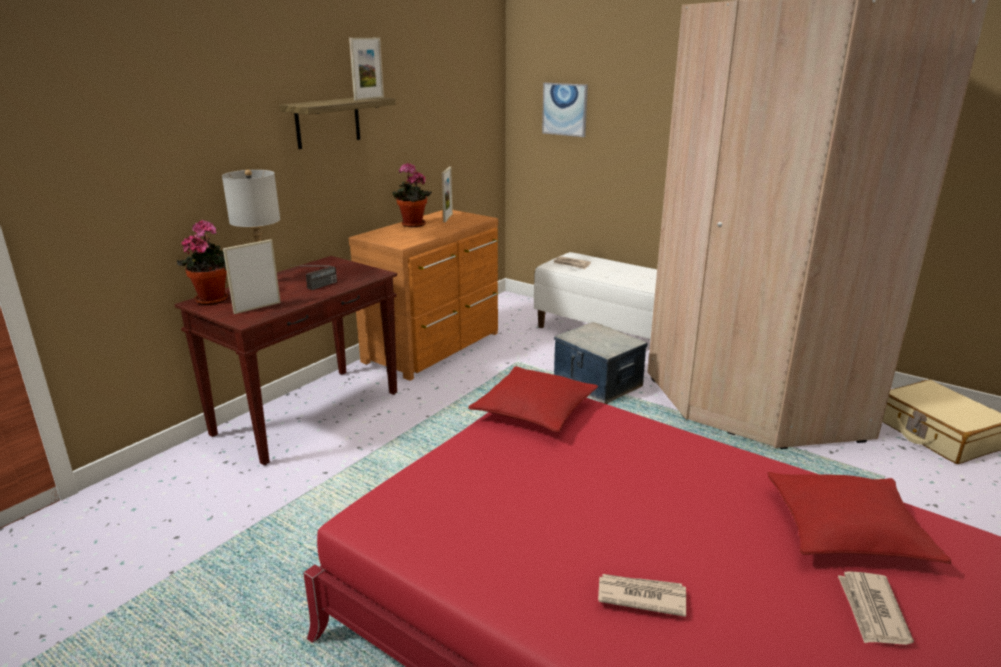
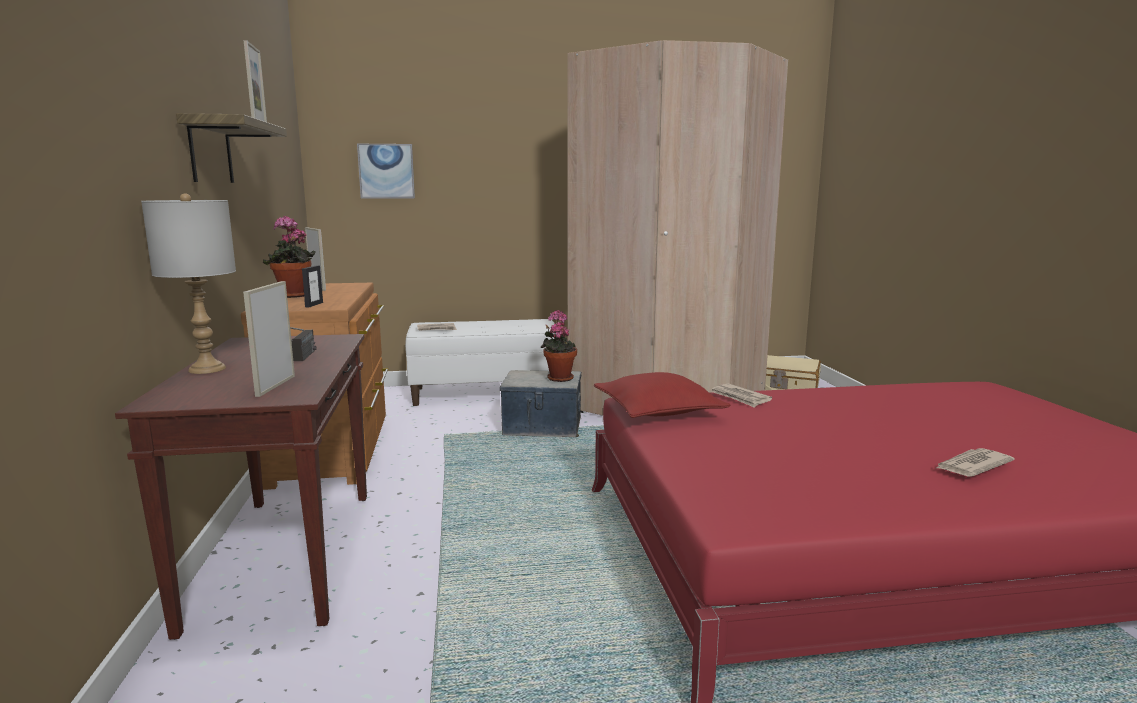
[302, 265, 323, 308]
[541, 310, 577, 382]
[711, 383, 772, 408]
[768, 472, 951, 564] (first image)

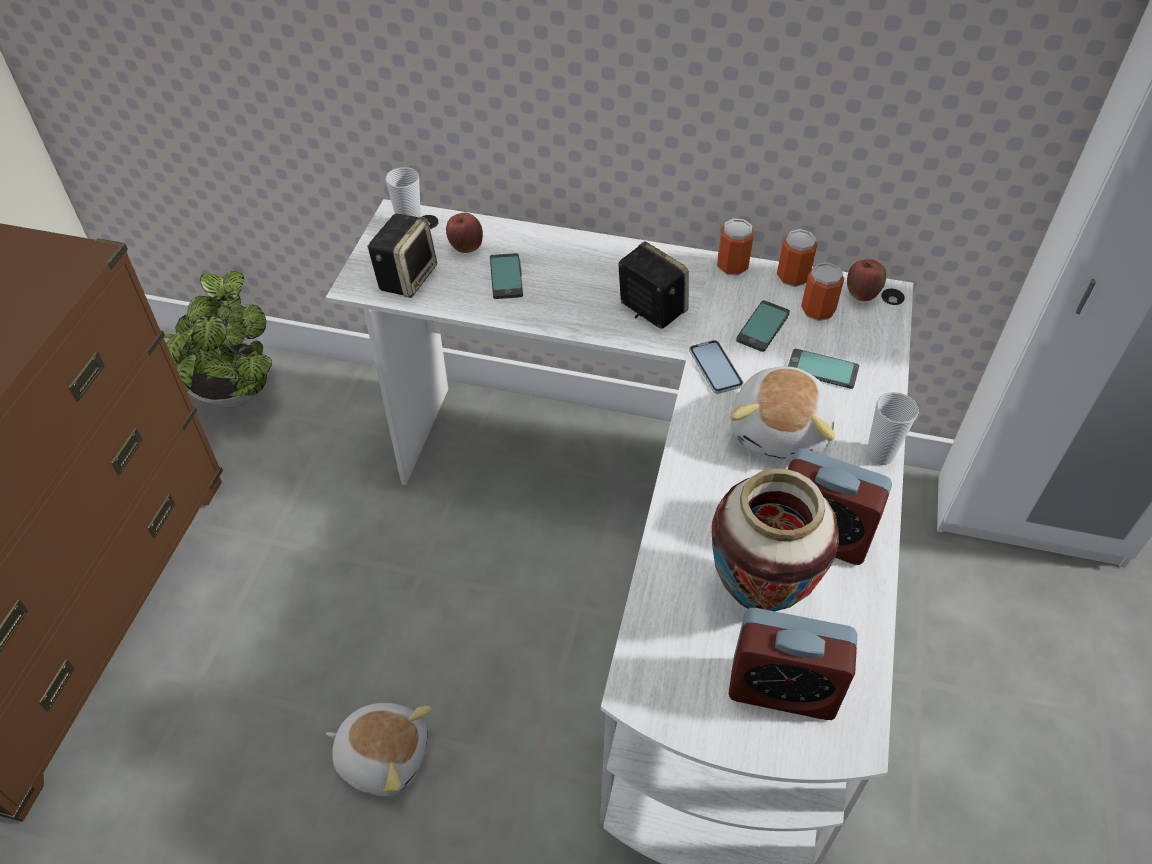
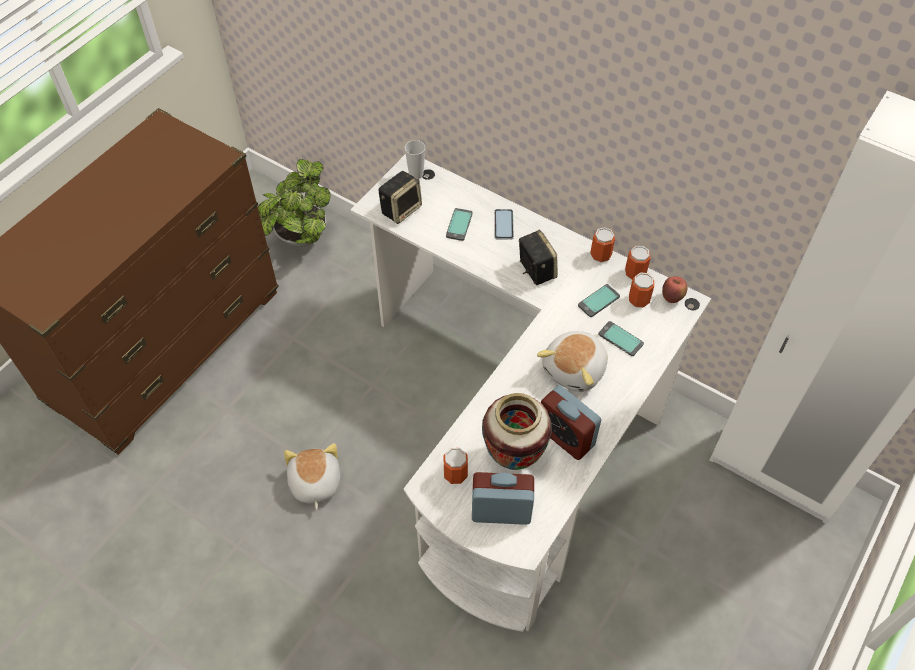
[284, 443, 340, 510]
[443, 448, 468, 484]
[472, 472, 534, 525]
[494, 209, 514, 240]
[446, 213, 483, 253] (first image)
[867, 392, 919, 465] (first image)

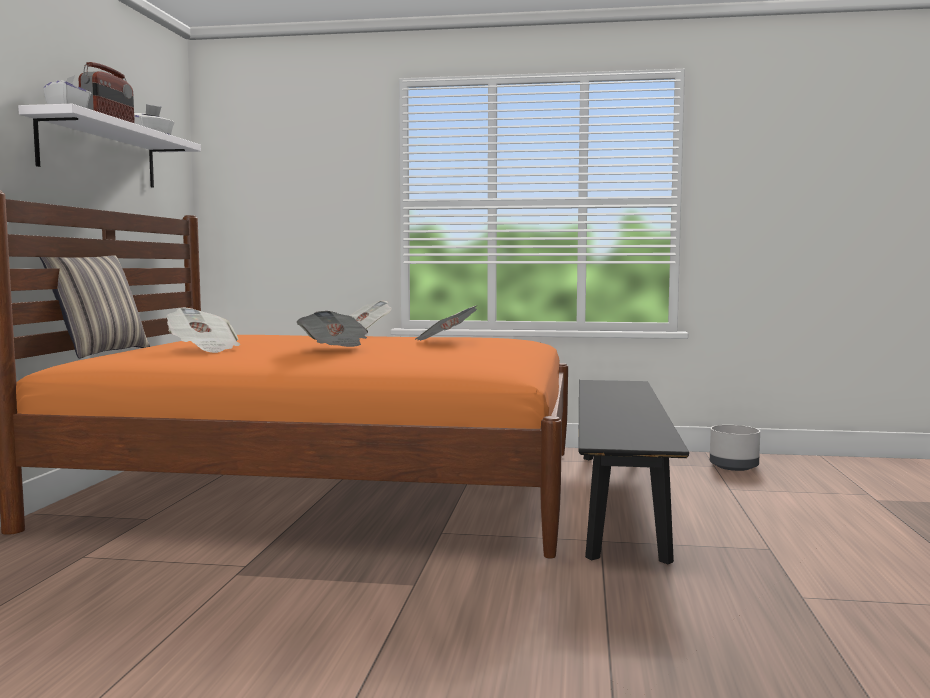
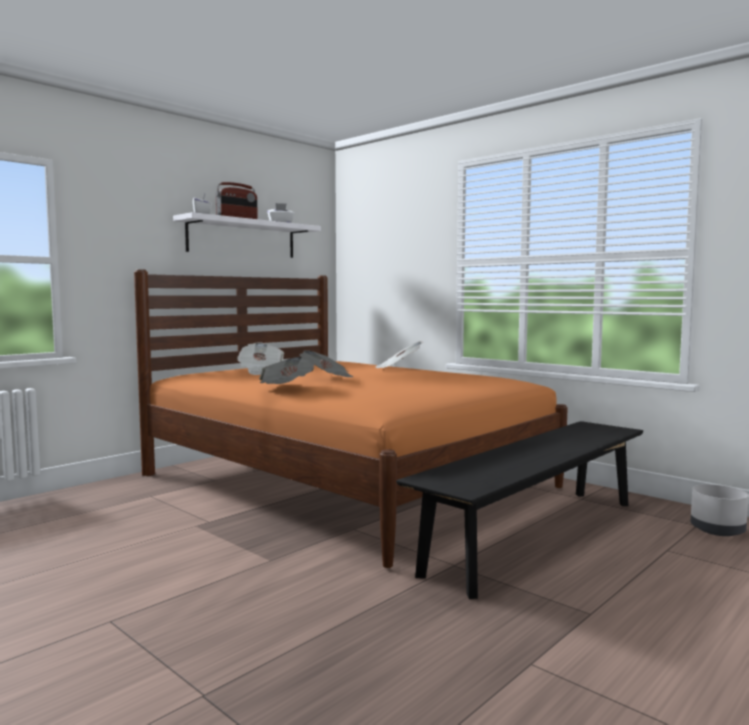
[259, 356, 314, 384]
[39, 255, 150, 359] (first image)

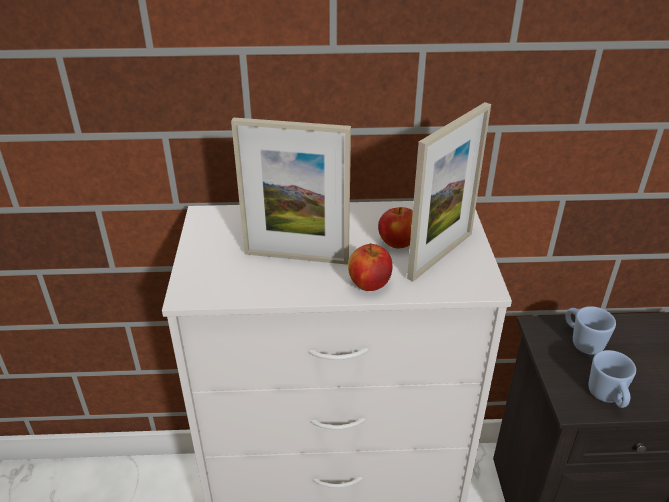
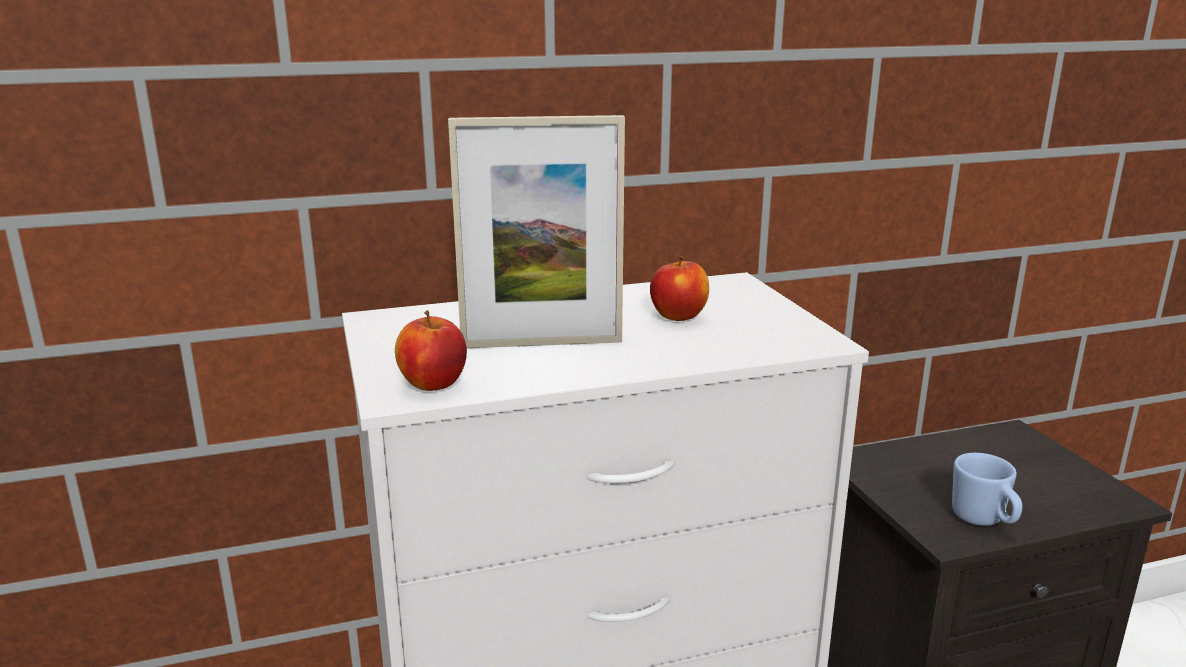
[395, 310, 467, 391]
[407, 102, 491, 282] (first image)
[565, 306, 616, 355] (first image)

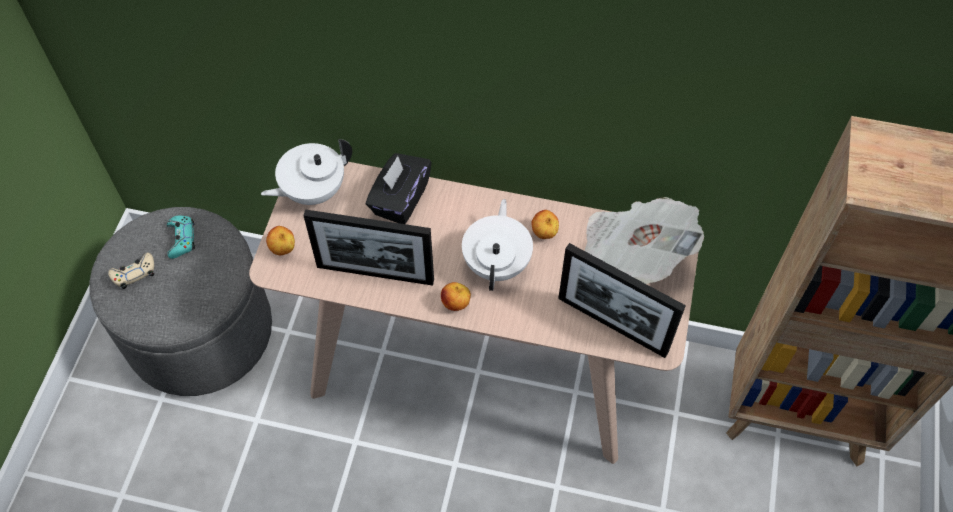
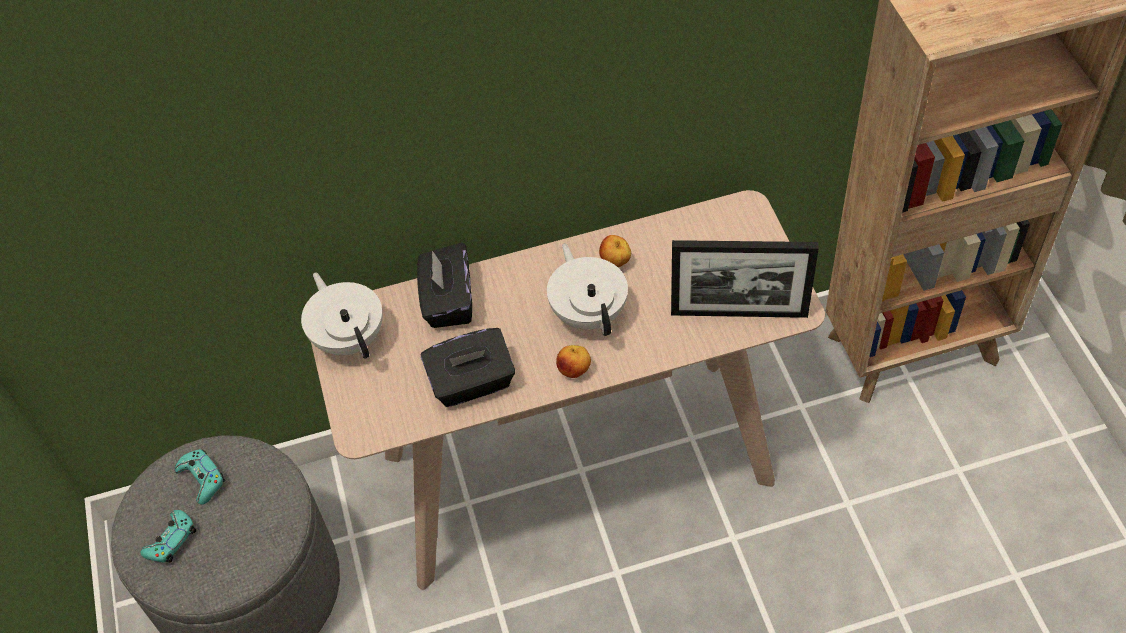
[141, 510, 196, 563]
[301, 272, 383, 359]
[421, 328, 515, 407]
[266, 226, 295, 255] (first image)
[584, 197, 704, 284] (first image)

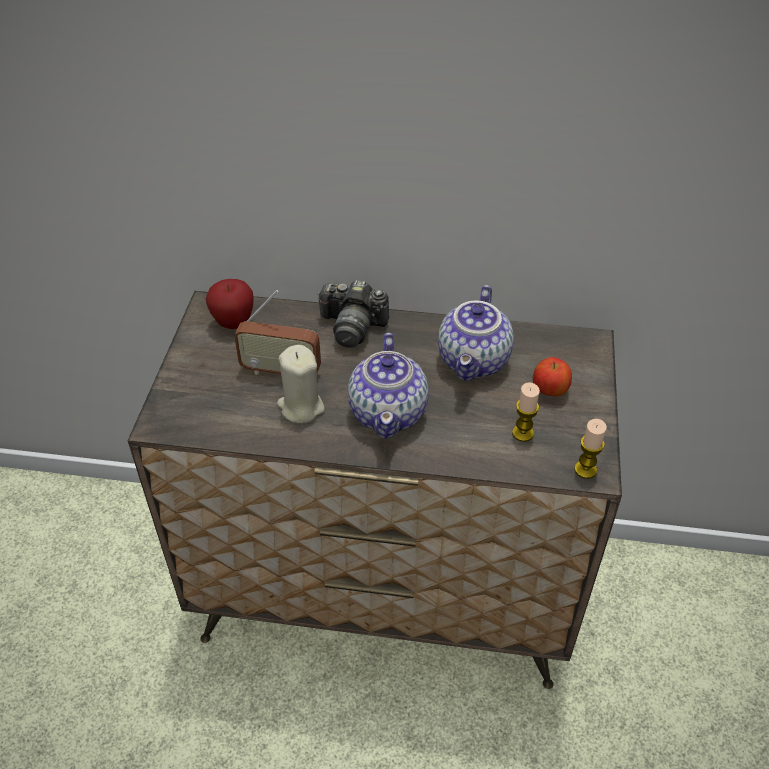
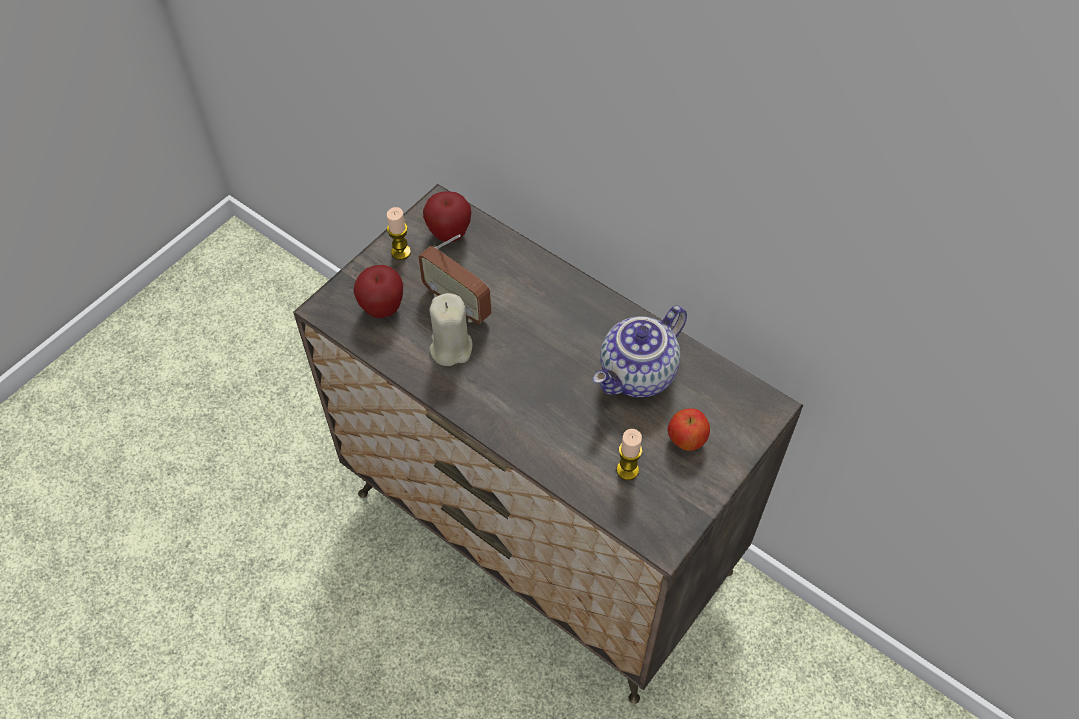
[353, 265, 403, 318]
[387, 207, 411, 260]
[317, 280, 389, 348] (first image)
[348, 332, 429, 439] (first image)

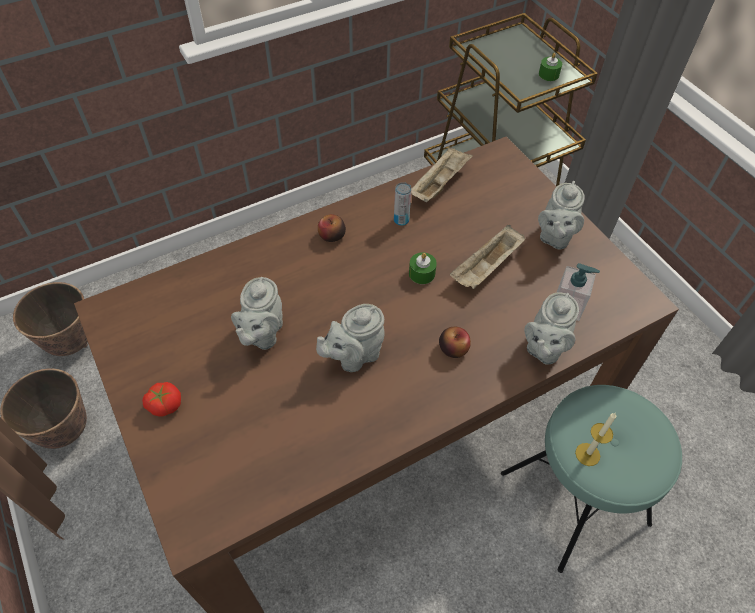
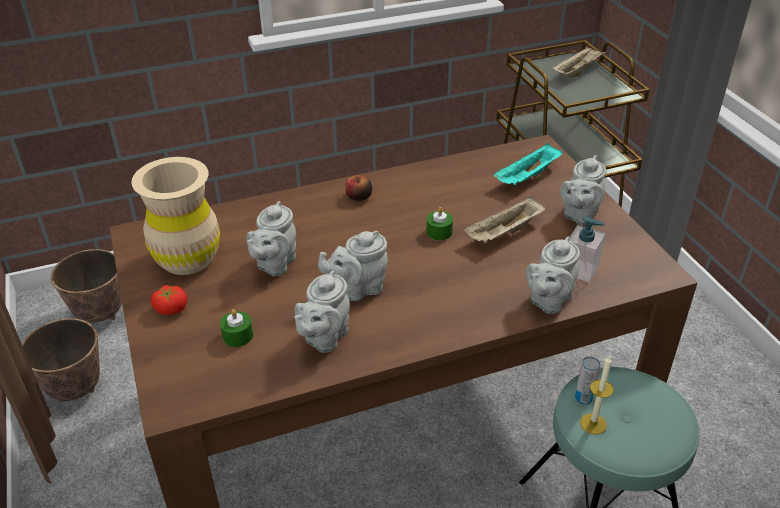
[131, 157, 220, 275]
[220, 309, 253, 347]
[294, 271, 350, 353]
[494, 143, 563, 185]
[552, 46, 607, 78]
[575, 356, 600, 404]
[439, 327, 471, 358] (first image)

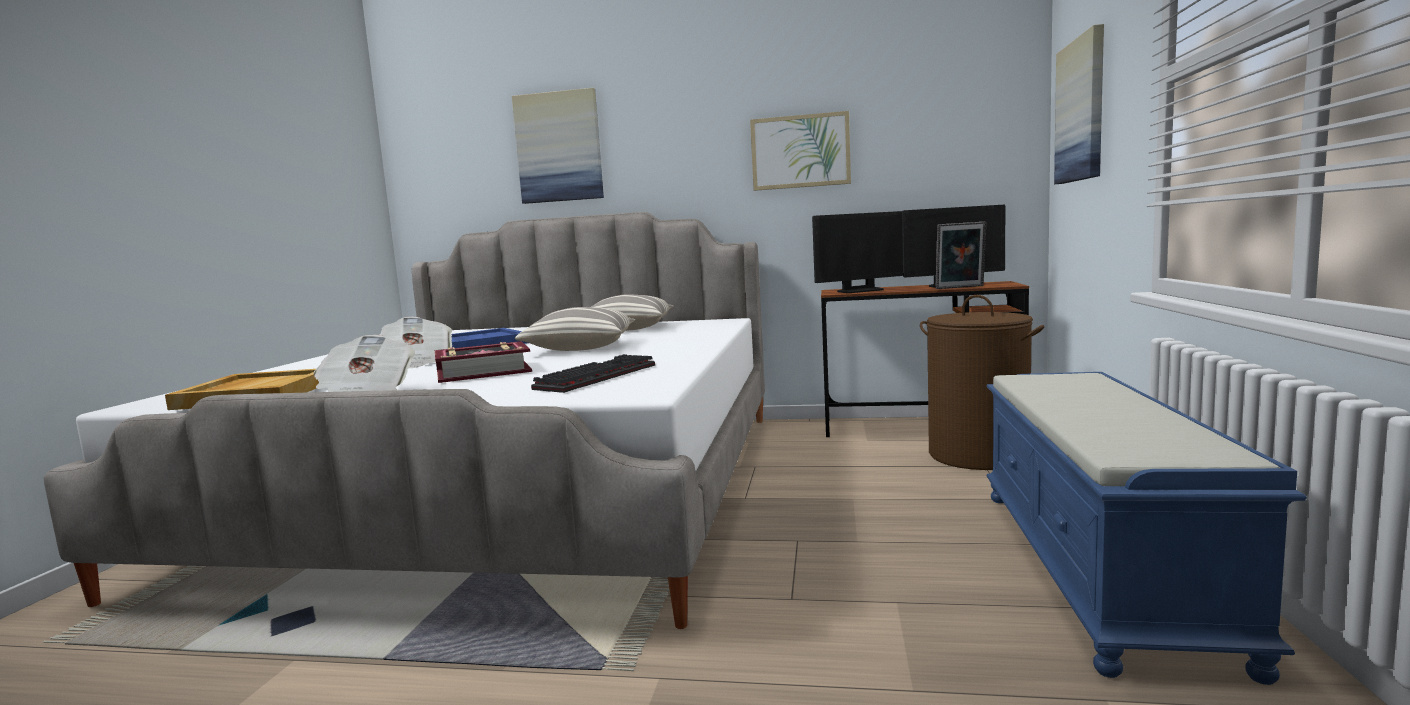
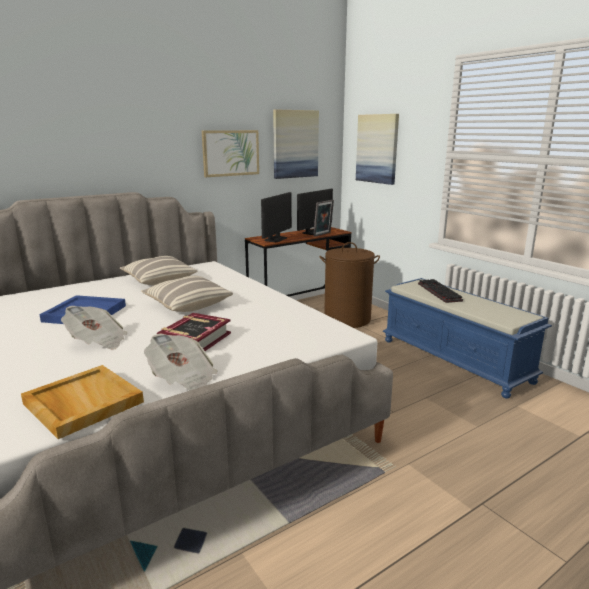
[273, 109, 319, 179]
[418, 279, 463, 303]

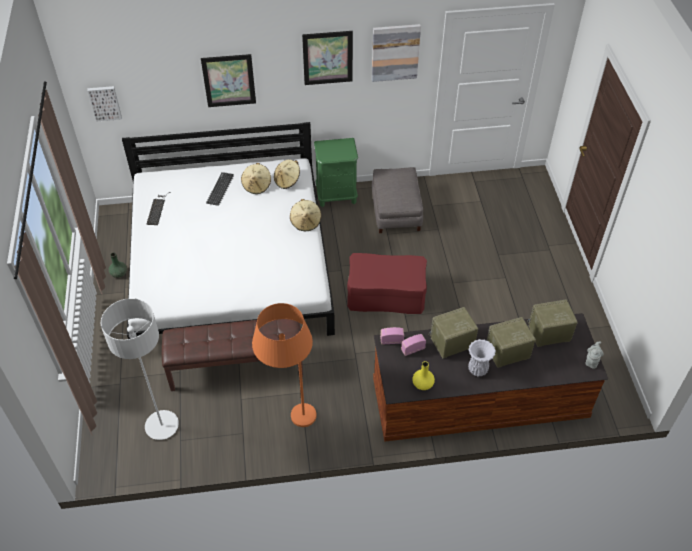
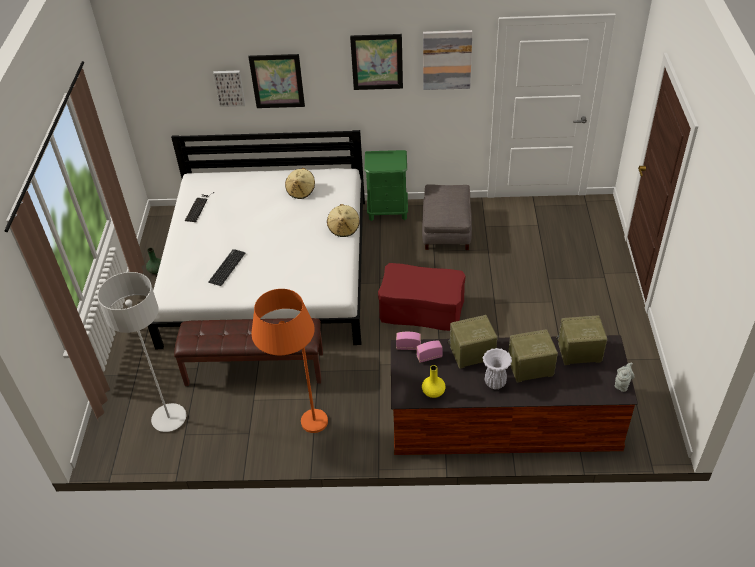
[208, 249, 245, 286]
[213, 70, 245, 107]
[274, 160, 300, 189] (first image)

